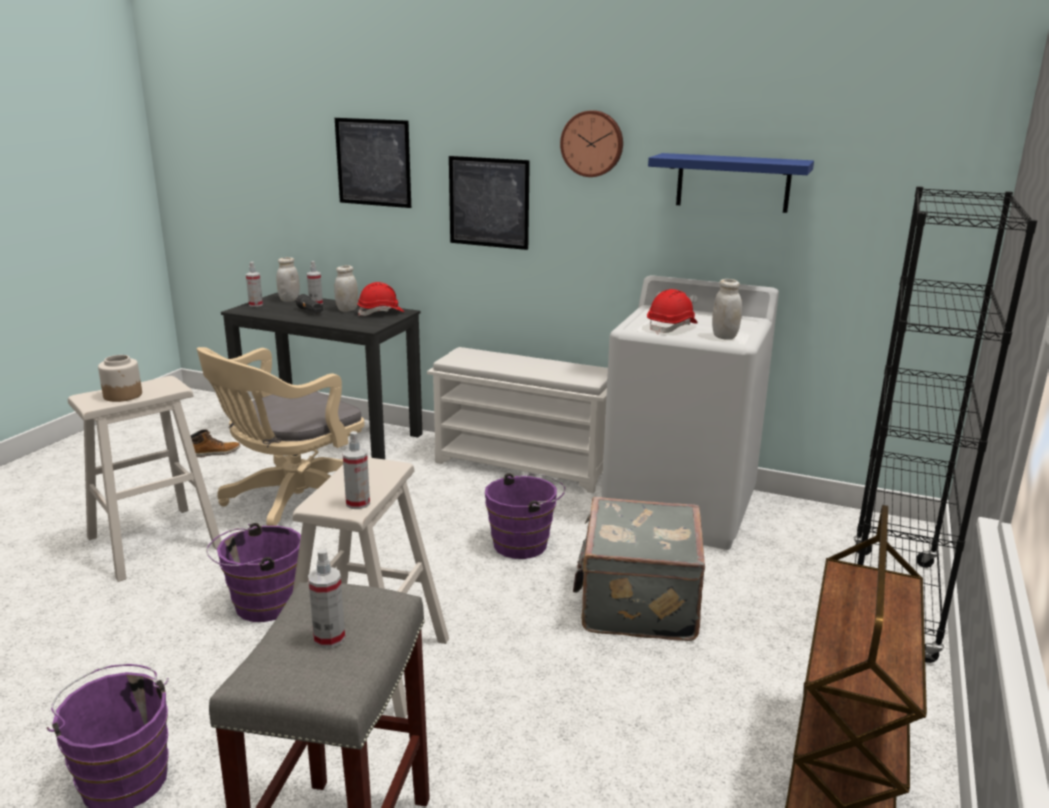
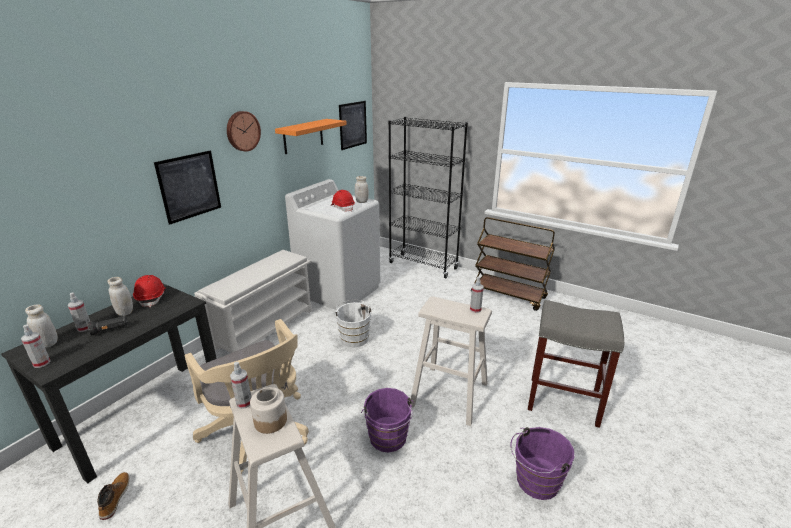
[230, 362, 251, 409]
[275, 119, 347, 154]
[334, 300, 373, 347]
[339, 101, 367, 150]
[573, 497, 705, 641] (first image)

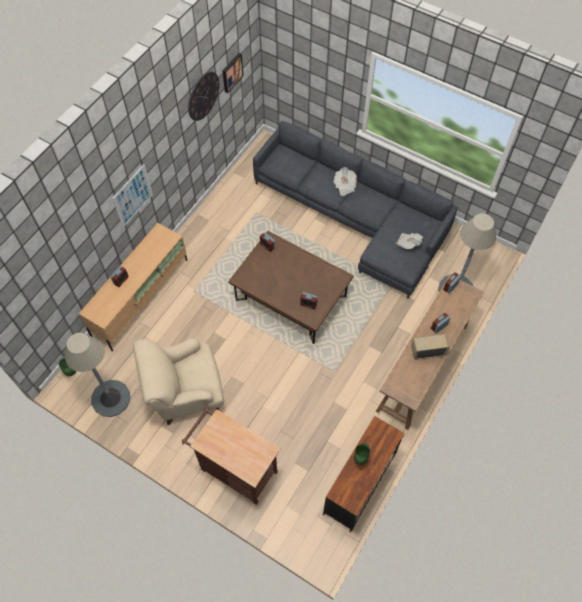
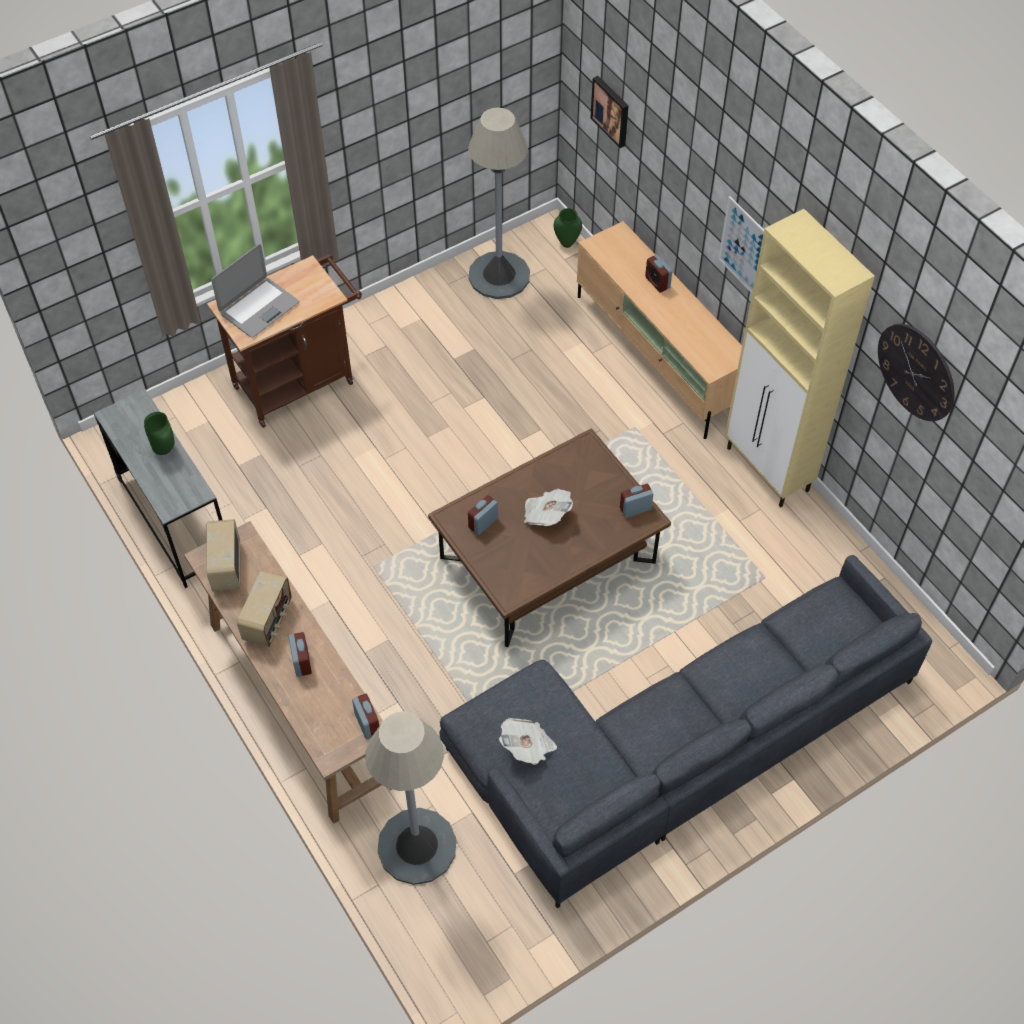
[94, 389, 222, 588]
[206, 519, 240, 591]
[211, 244, 299, 338]
[524, 489, 573, 526]
[590, 76, 628, 148]
[725, 209, 875, 508]
[133, 338, 224, 425] (first image)

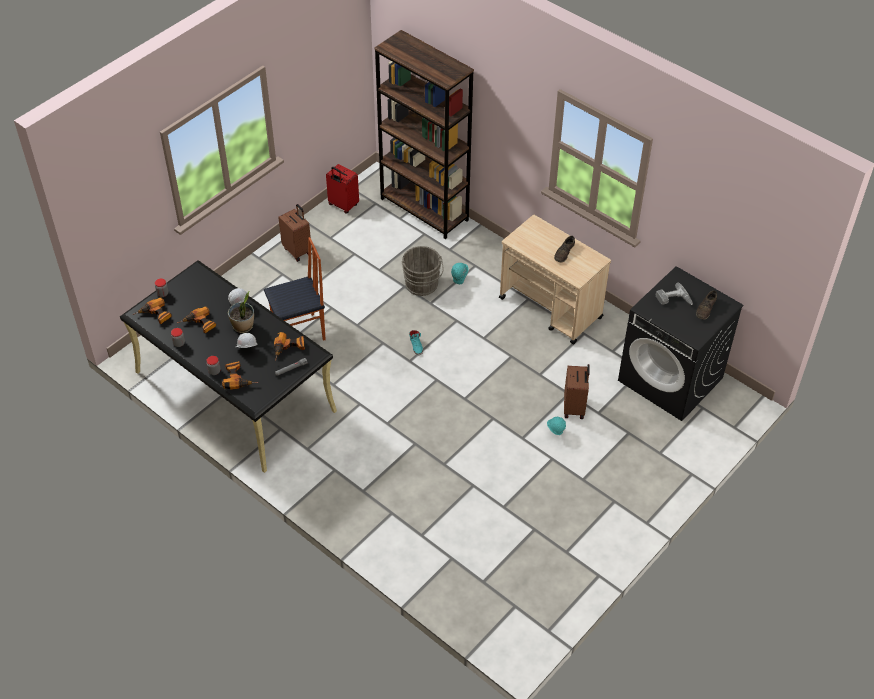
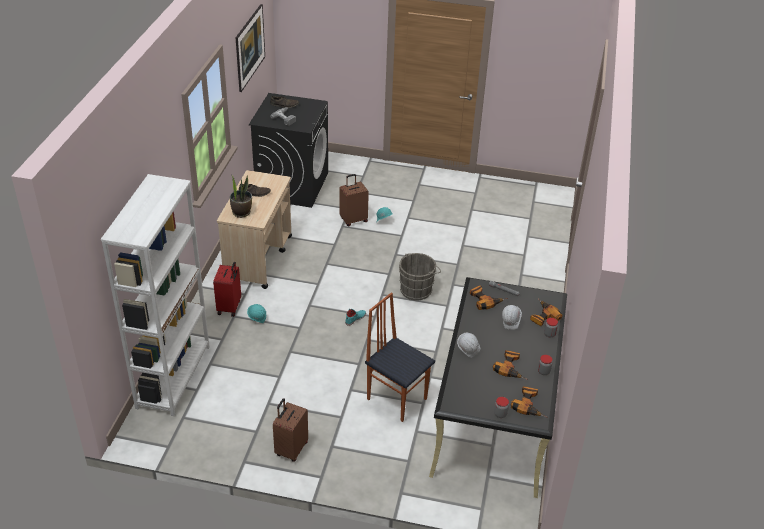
[101, 174, 210, 416]
[213, 262, 241, 317]
[230, 174, 252, 218]
[235, 4, 265, 92]
[399, 253, 441, 301]

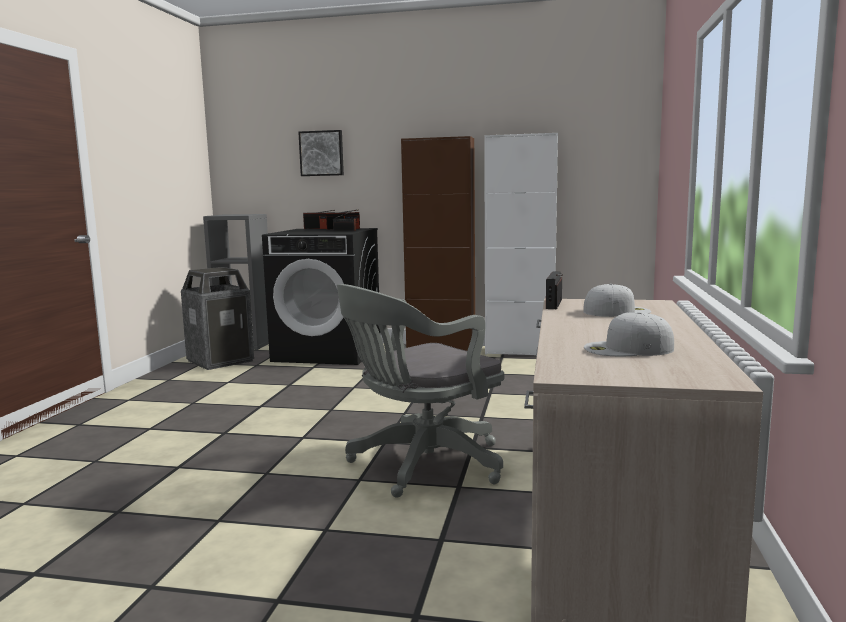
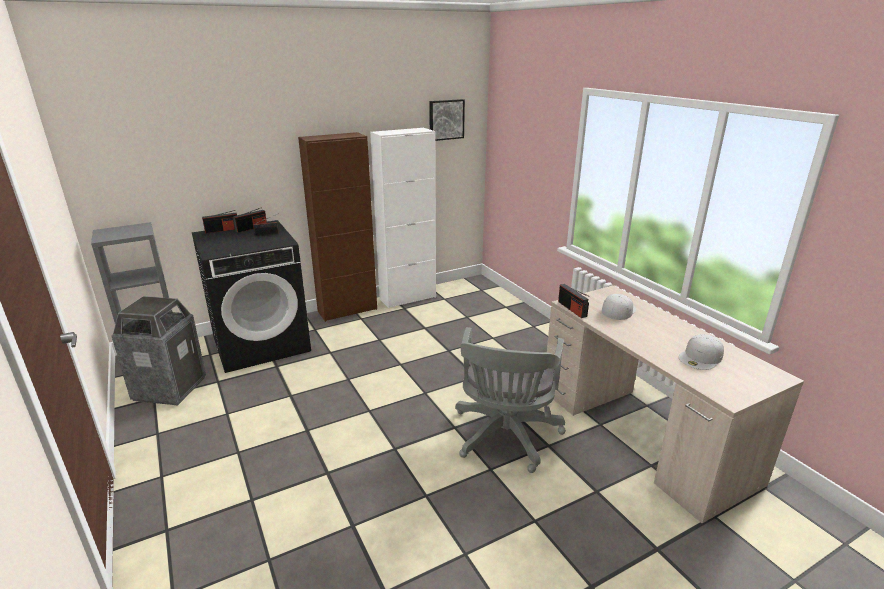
[429, 99, 465, 141]

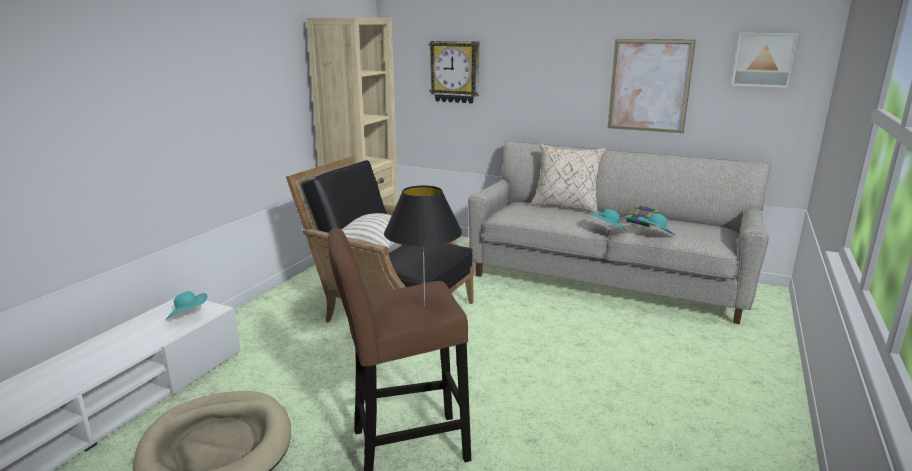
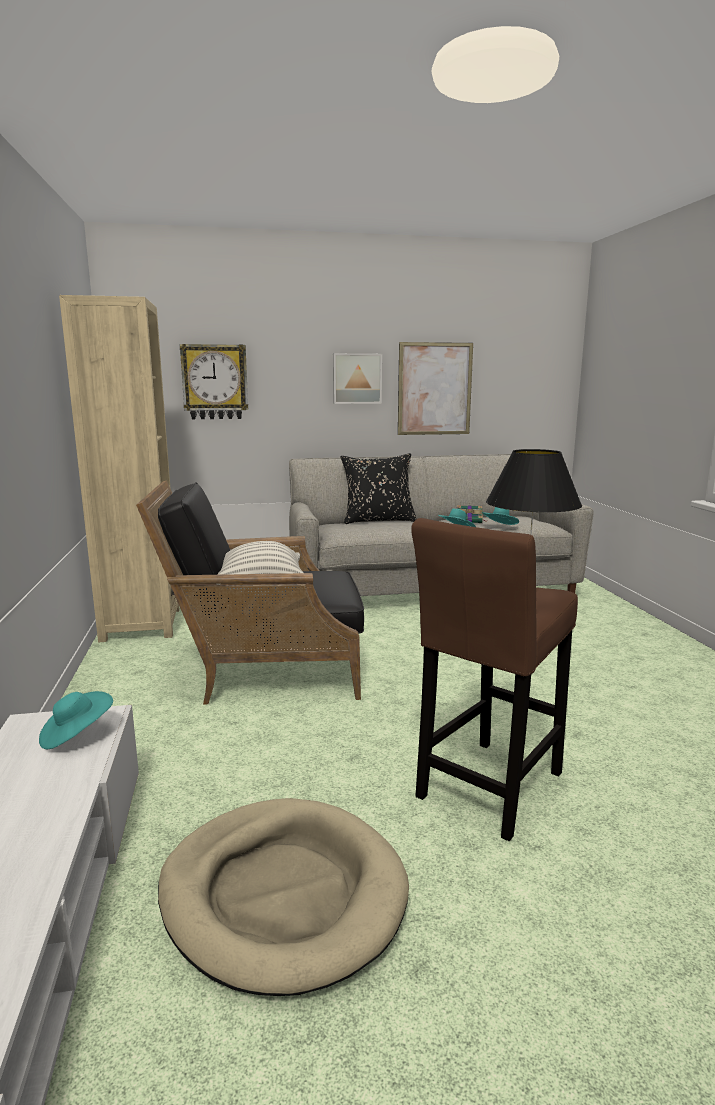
[333, 353, 382, 404]
[340, 453, 416, 524]

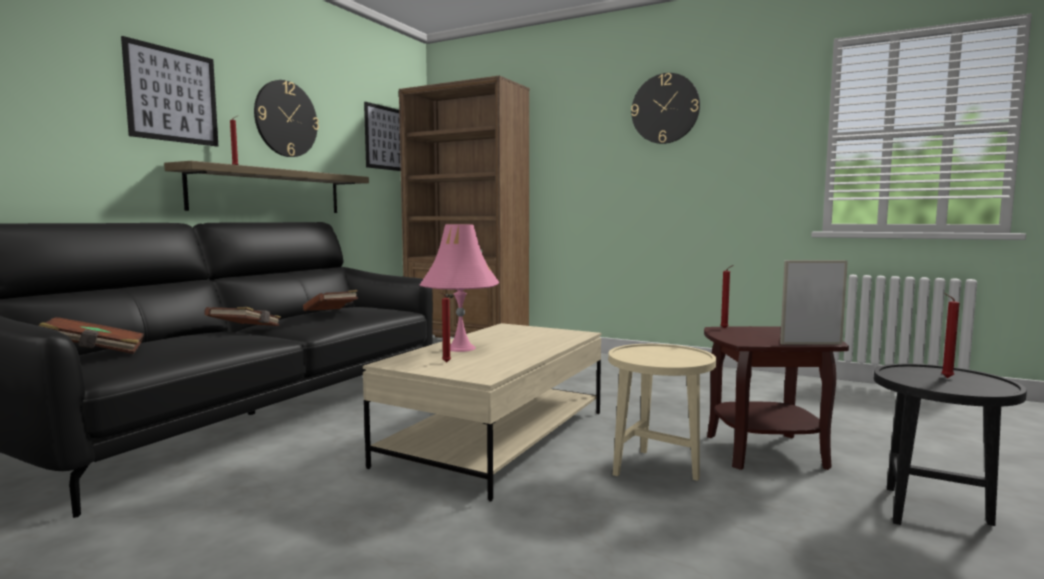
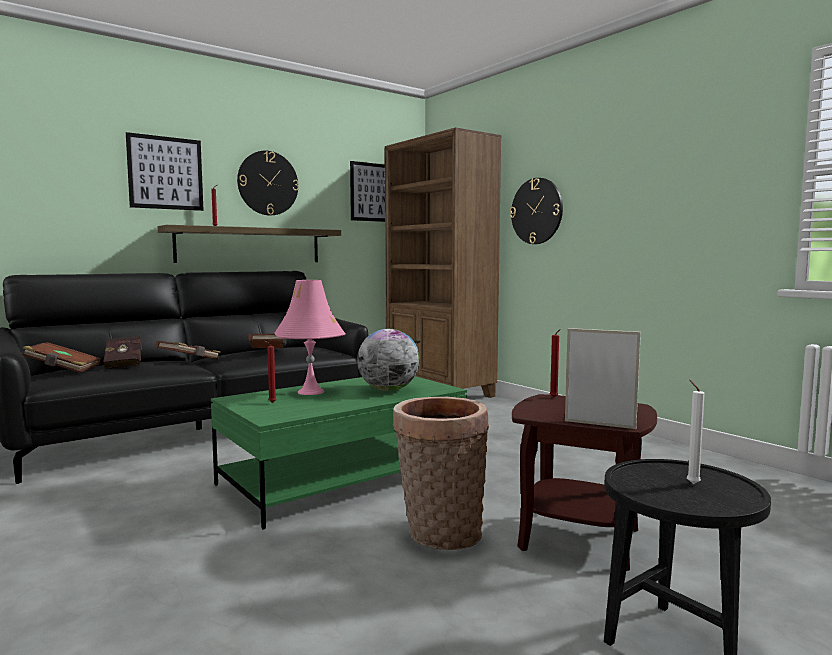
[103, 336, 142, 369]
[211, 376, 467, 529]
[357, 329, 420, 391]
[393, 397, 489, 550]
[510, 178, 563, 244]
[687, 380, 705, 484]

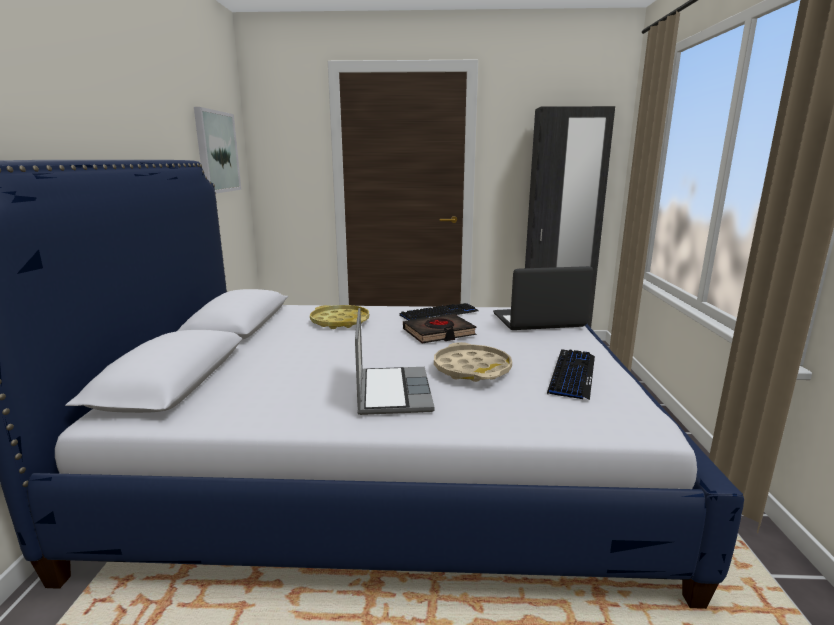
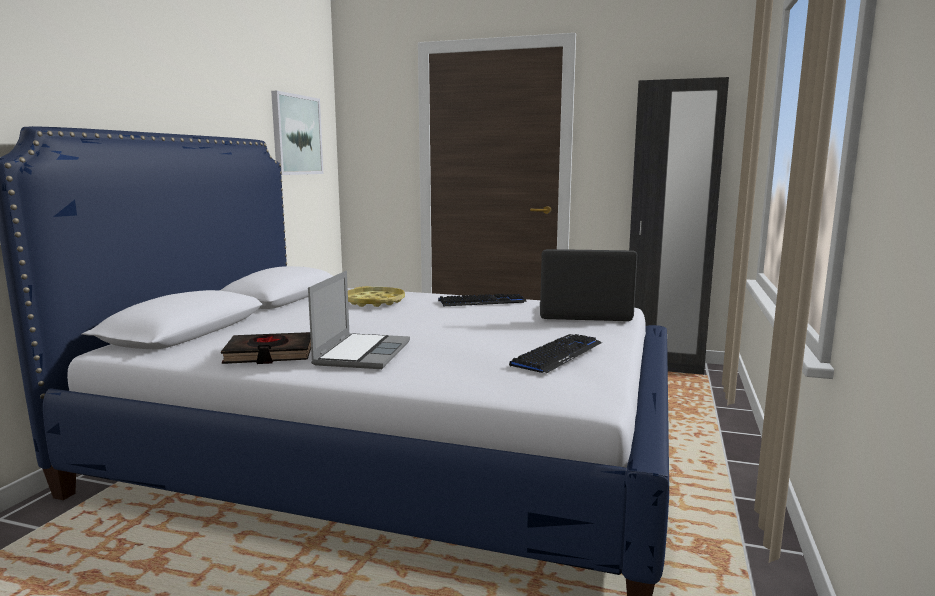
[221, 332, 311, 364]
[434, 342, 512, 382] (first image)

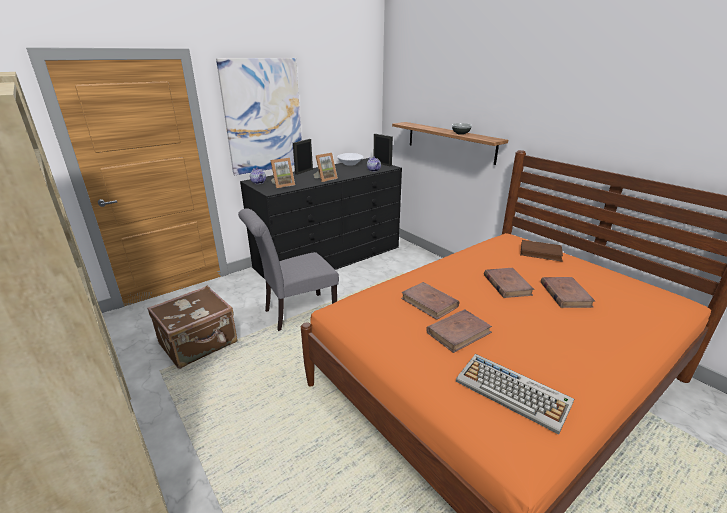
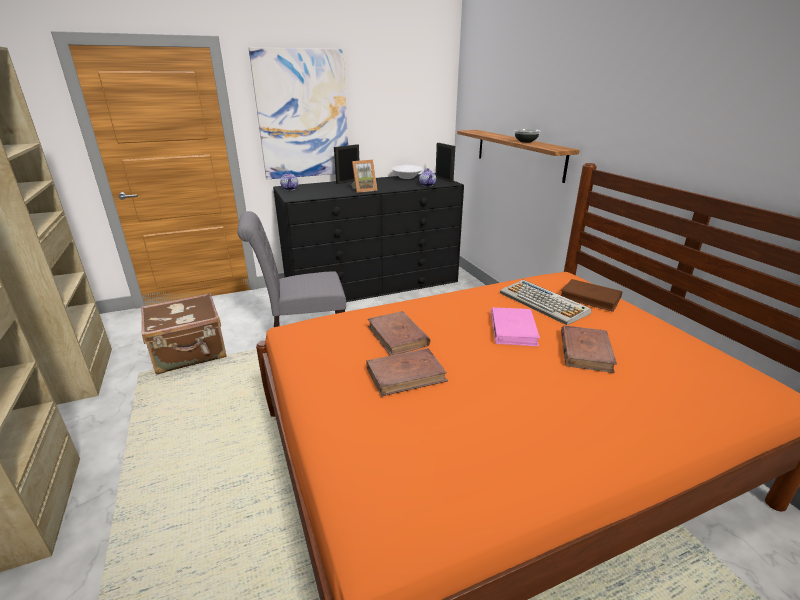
[491, 307, 540, 346]
[500, 280, 591, 325]
[270, 158, 295, 188] (first image)

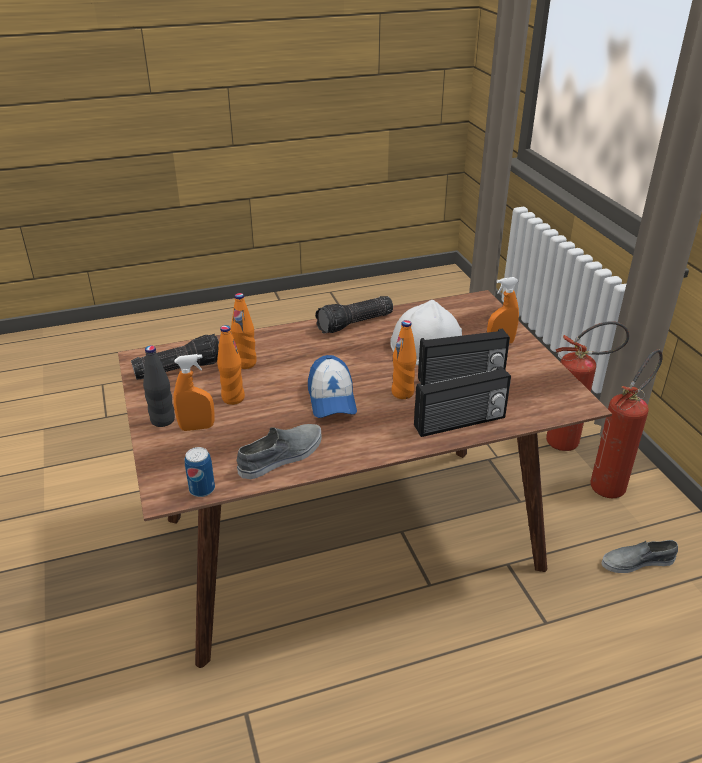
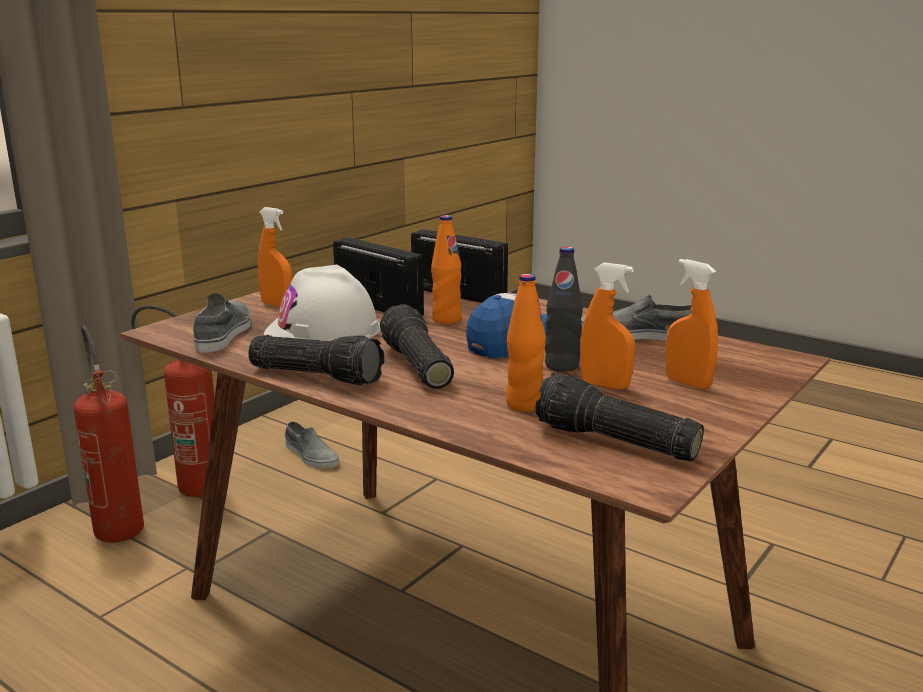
[193, 293, 251, 352]
[380, 304, 454, 389]
[545, 247, 583, 372]
[580, 263, 635, 389]
[185, 447, 215, 497] (first image)

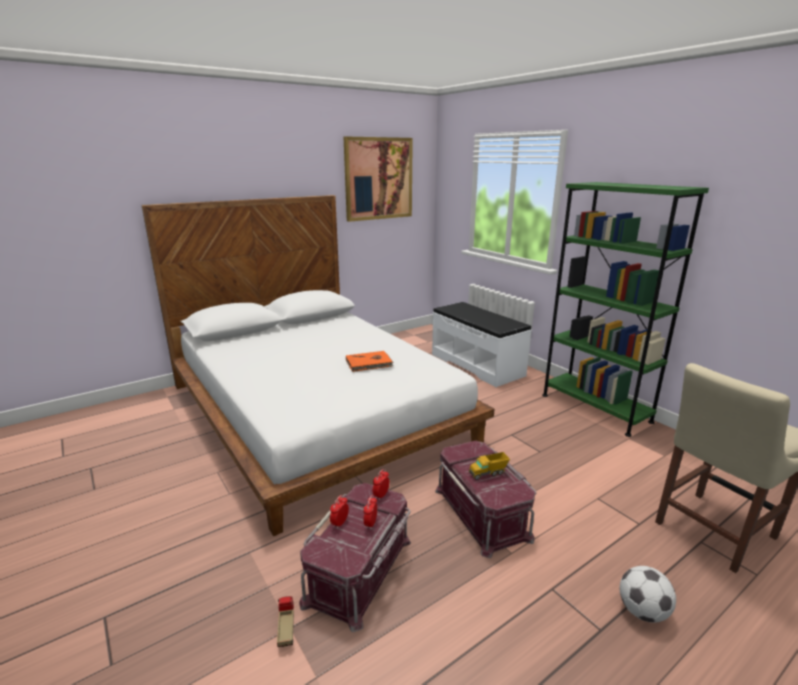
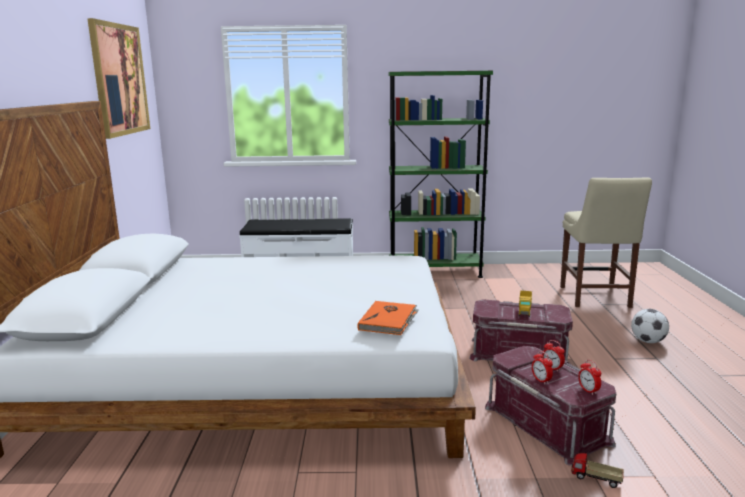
[357, 301, 419, 335]
[578, 360, 601, 395]

